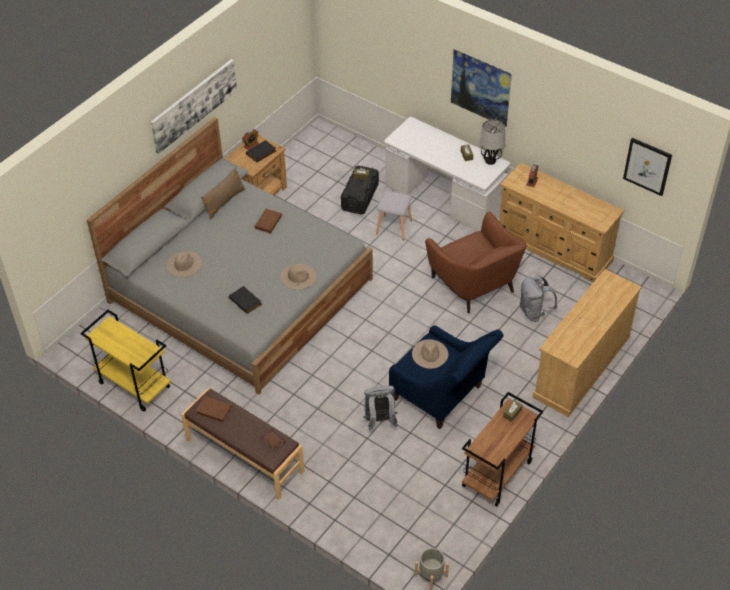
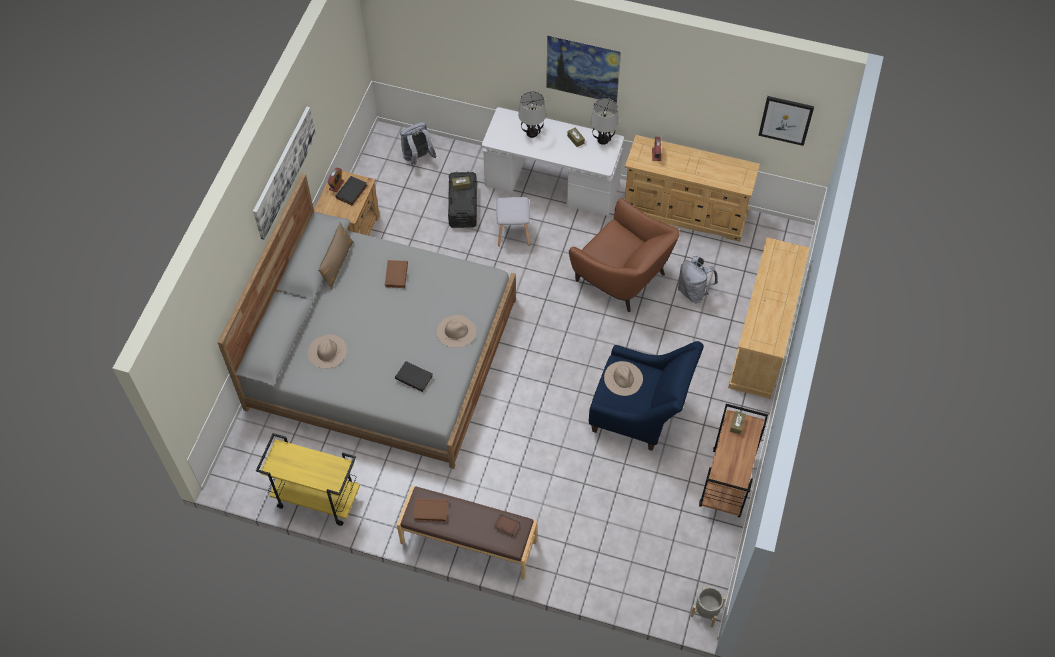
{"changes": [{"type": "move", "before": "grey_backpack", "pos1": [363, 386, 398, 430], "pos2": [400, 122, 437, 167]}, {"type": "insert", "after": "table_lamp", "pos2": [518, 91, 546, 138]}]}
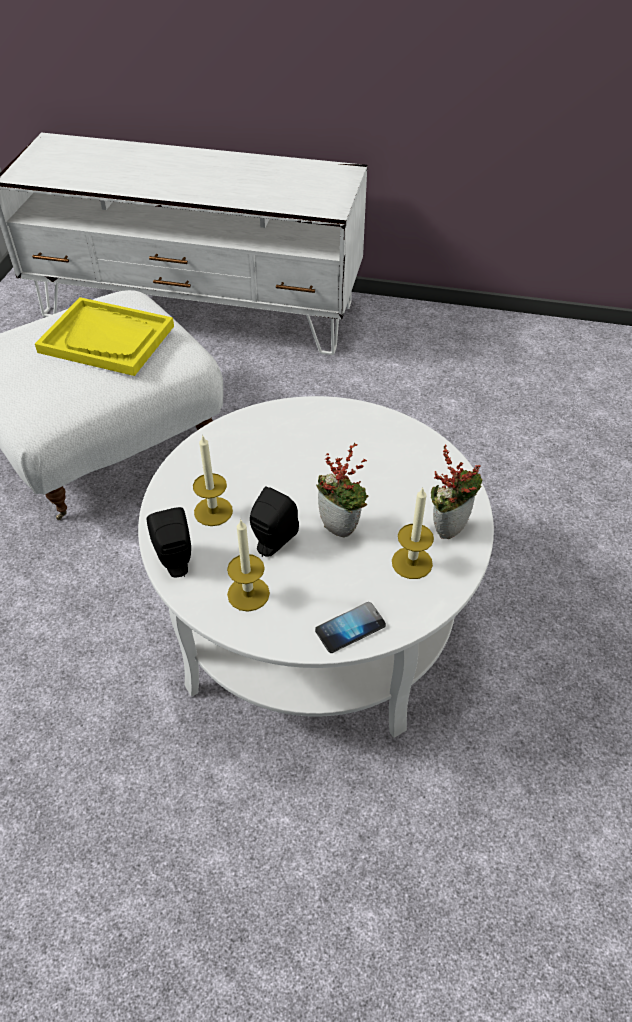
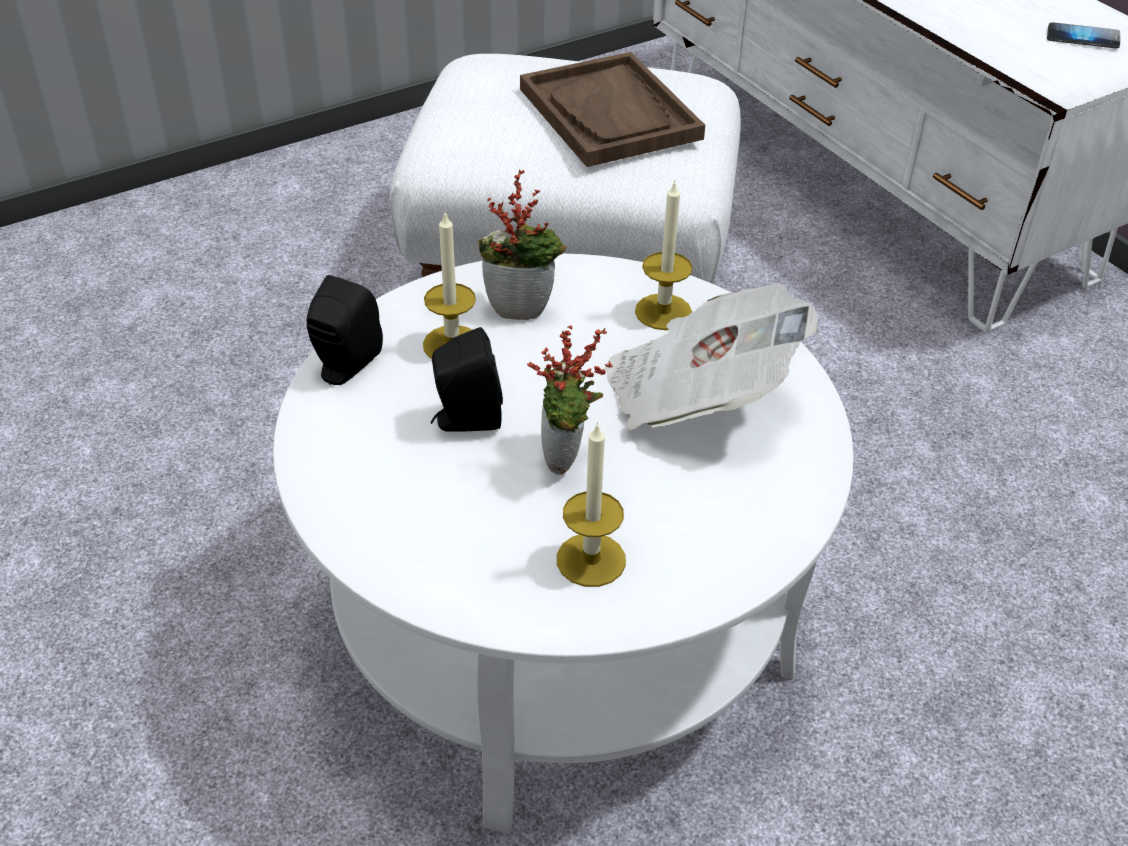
{"changes": [{"type": "recolor", "before": "yellow_tray", "after": "brown_tray", "pos1": [35, 297, 174, 376], "pos2": [520, 52, 705, 167]}, {"type": "move", "before": "candle", "pos1": [227, 520, 270, 612], "pos2": [635, 180, 692, 330]}, {"type": "move", "before": "phone", "pos1": [315, 602, 386, 653], "pos2": [1047, 22, 1120, 48]}, {"type": "move", "before": "potted_plant", "pos1": [431, 445, 482, 539], "pos2": [478, 170, 567, 320]}, {"type": "insert", "after": "newspaper", "pos2": [605, 283, 818, 430]}]}
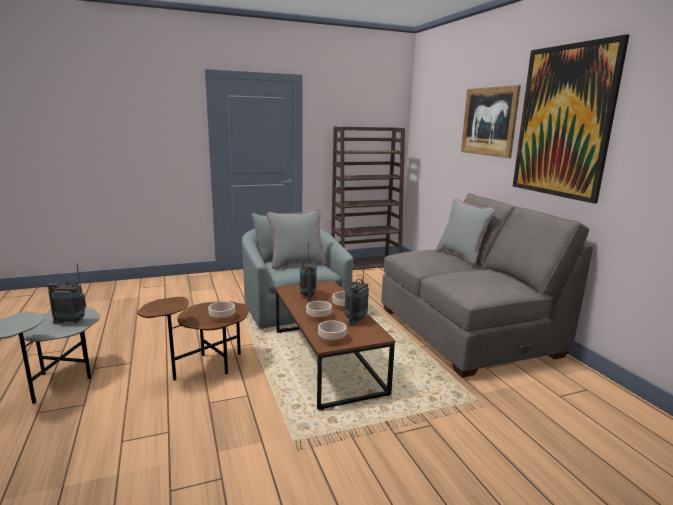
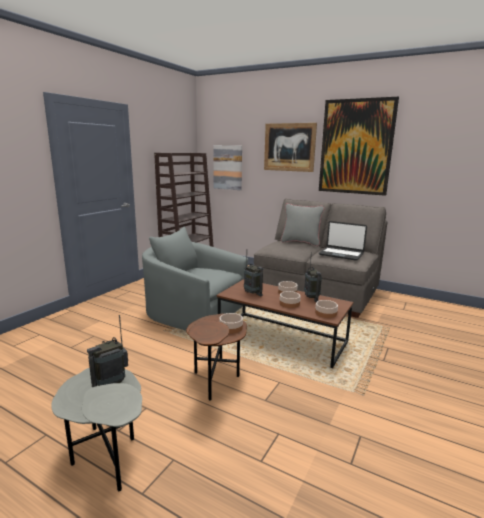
{"changes": [{"type": "delete", "before": "grey_pillow", "pos1": [267, 209, 326, 270]}, {"type": "insert", "after": "picture", "pos2": [213, 145, 242, 190]}, {"type": "insert", "after": "laptop", "pos2": [319, 221, 367, 261]}]}
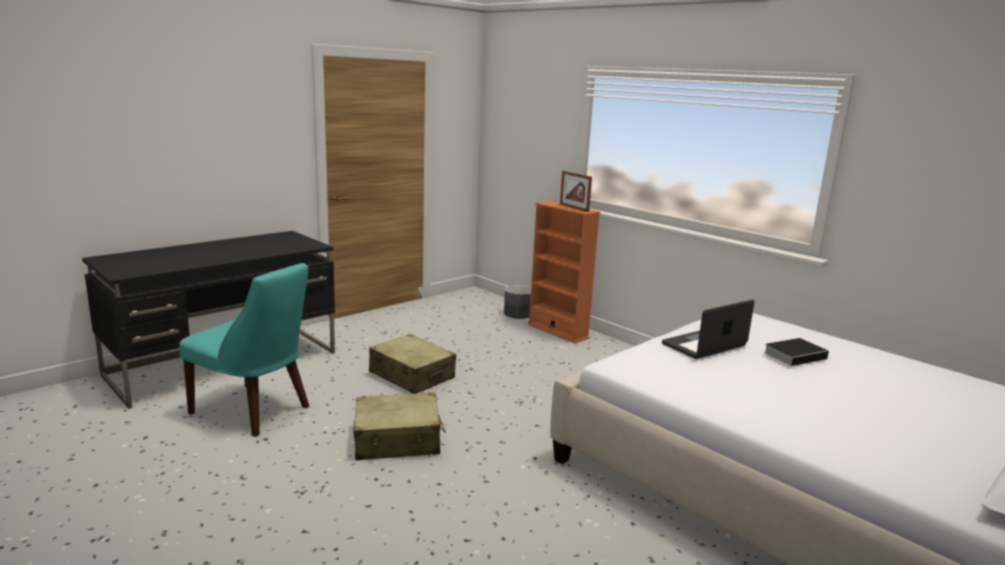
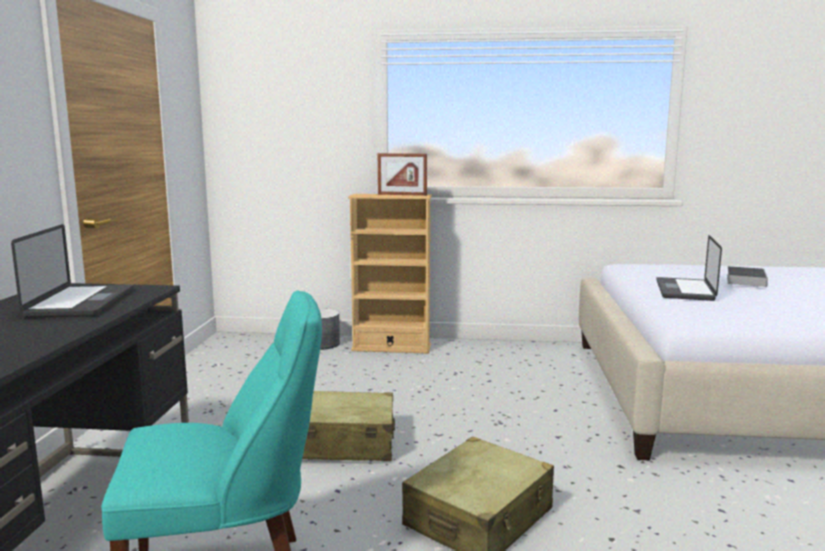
{"changes": [{"type": "recolor", "before": "orange_bookcase", "after": "beige_bookcase", "pos1": [527, 200, 601, 343], "pos2": [348, 194, 432, 354]}, {"type": "insert", "after": "laptop", "pos2": [11, 224, 134, 318]}]}
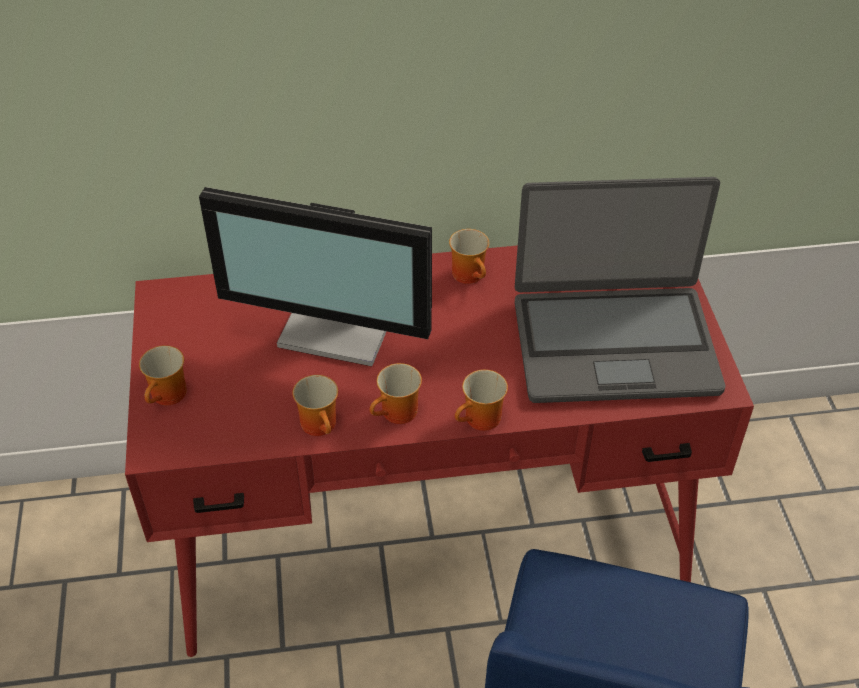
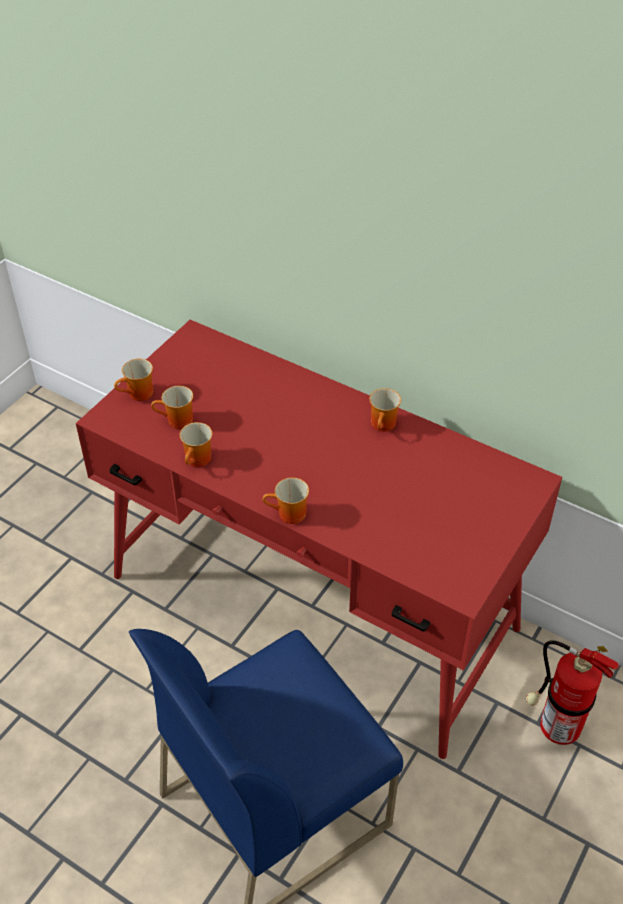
{"changes": [{"type": "delete", "before": "monitor", "pos1": [199, 187, 432, 366]}, {"type": "move", "before": "mug", "pos1": [369, 363, 422, 424], "pos2": [151, 386, 193, 429]}, {"type": "delete", "before": "laptop", "pos1": [515, 177, 725, 403]}, {"type": "insert", "after": "fire_extinguisher", "pos2": [526, 640, 619, 745]}]}
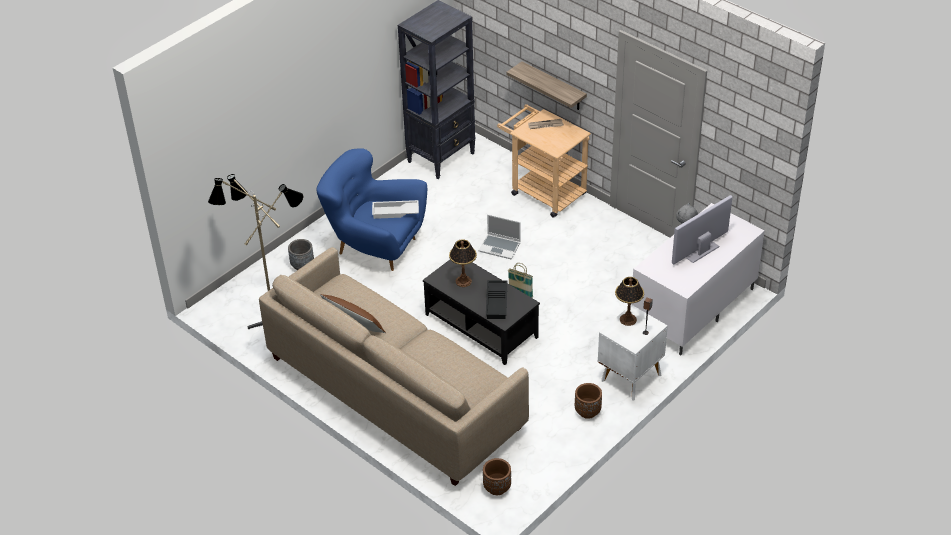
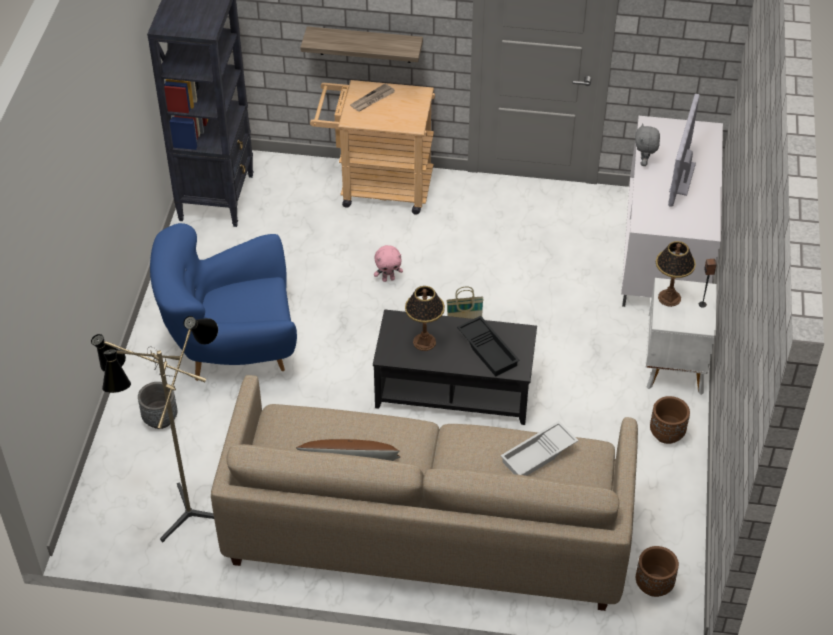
{"changes": [{"type": "move", "before": "white_tray", "pos1": [372, 200, 419, 219], "pos2": [500, 421, 579, 476]}, {"type": "replace", "before": "laptop", "after": "pink_plush_toy", "pos1": [479, 214, 521, 259], "pos2": [374, 245, 403, 282]}]}
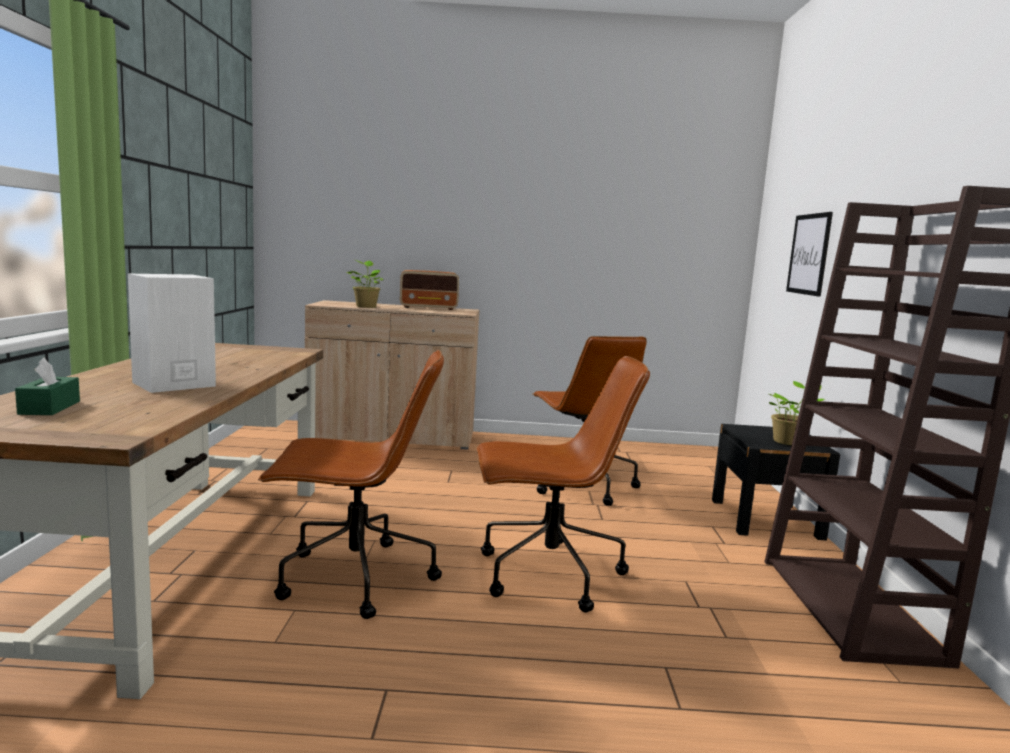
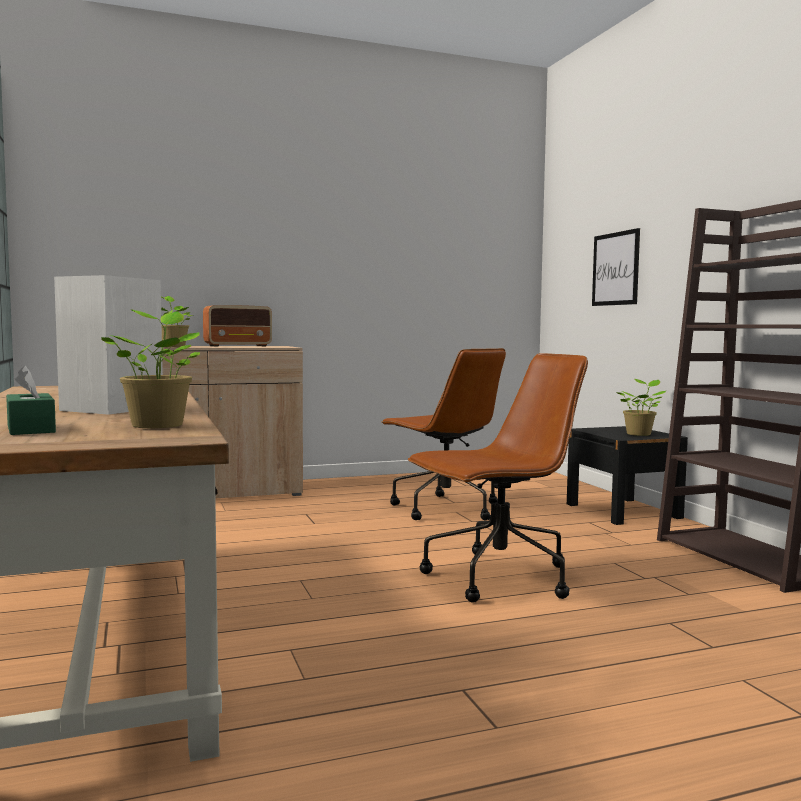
{"changes": [{"type": "delete", "before": "brown_office_chair", "pos1": [258, 350, 444, 619]}, {"type": "insert", "after": "potted_plant", "pos2": [101, 310, 200, 428]}]}
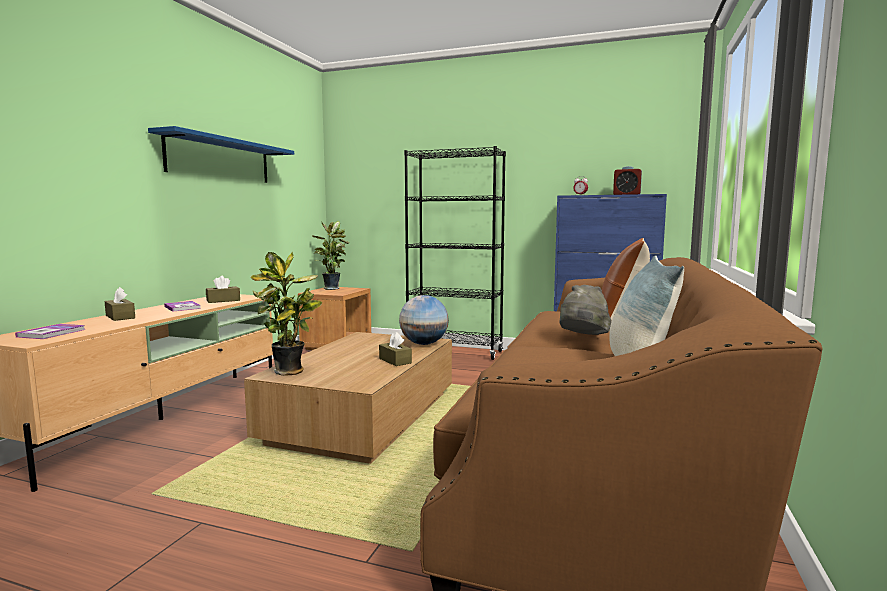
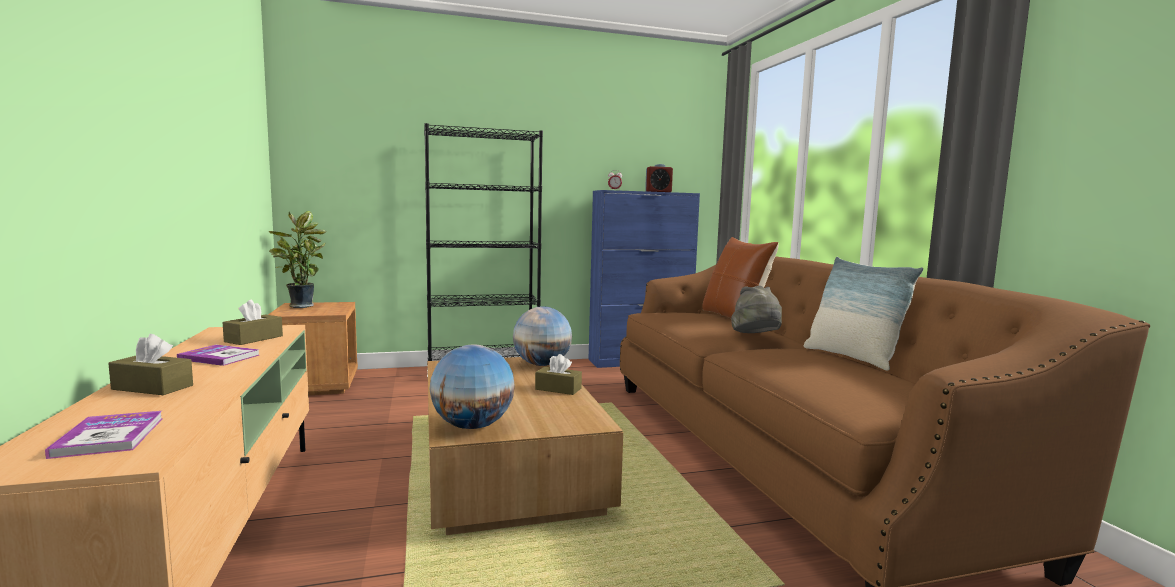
{"changes": [{"type": "delete", "before": "blue_shelf", "pos1": [148, 126, 294, 183]}, {"type": "replace", "before": "potted_plant", "after": "globe", "pos1": [250, 251, 322, 376], "pos2": [429, 345, 515, 429]}]}
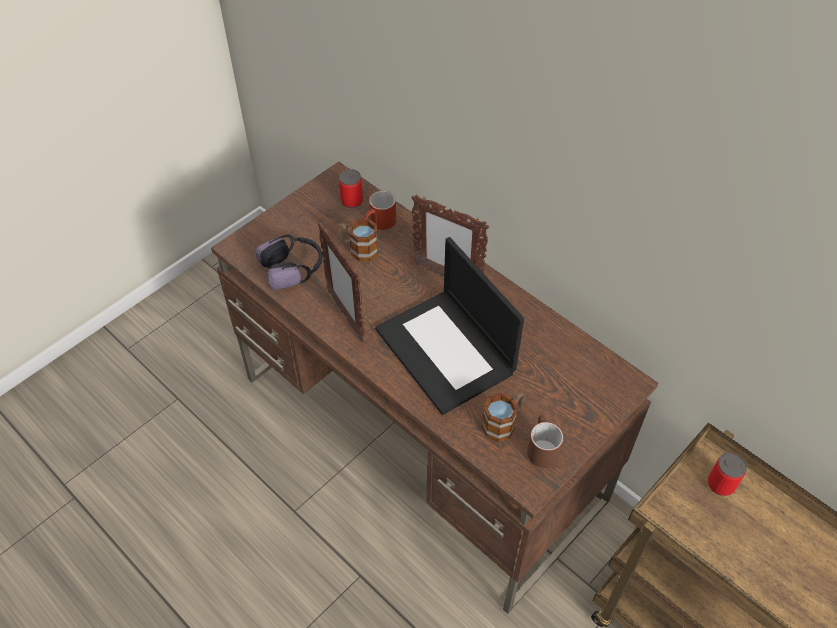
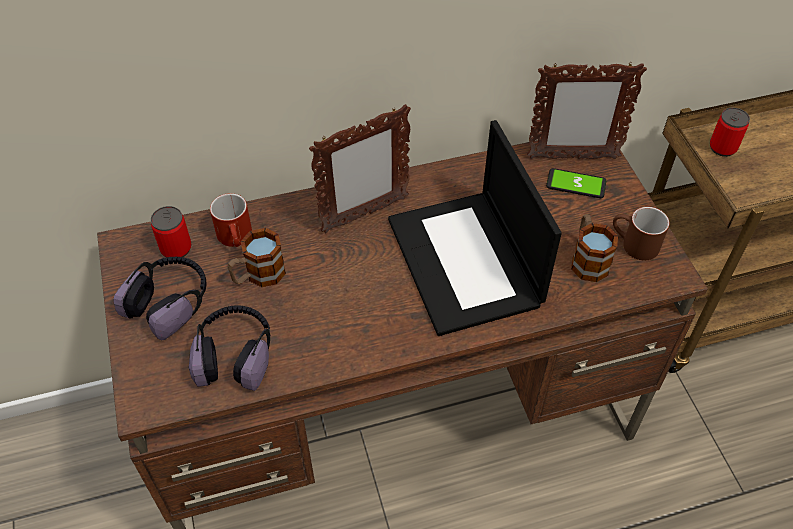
{"changes": [{"type": "move", "before": "picture_frame", "pos1": [318, 223, 366, 343], "pos2": [527, 62, 647, 159]}, {"type": "rotate", "before": "laptop", "pos1": [375, 237, 524, 415], "pos2": [388, 120, 562, 336], "turn": 75}, {"type": "insert", "after": "headphones", "pos2": [114, 257, 206, 340]}, {"type": "insert", "after": "phone", "pos2": [546, 168, 606, 198]}]}
